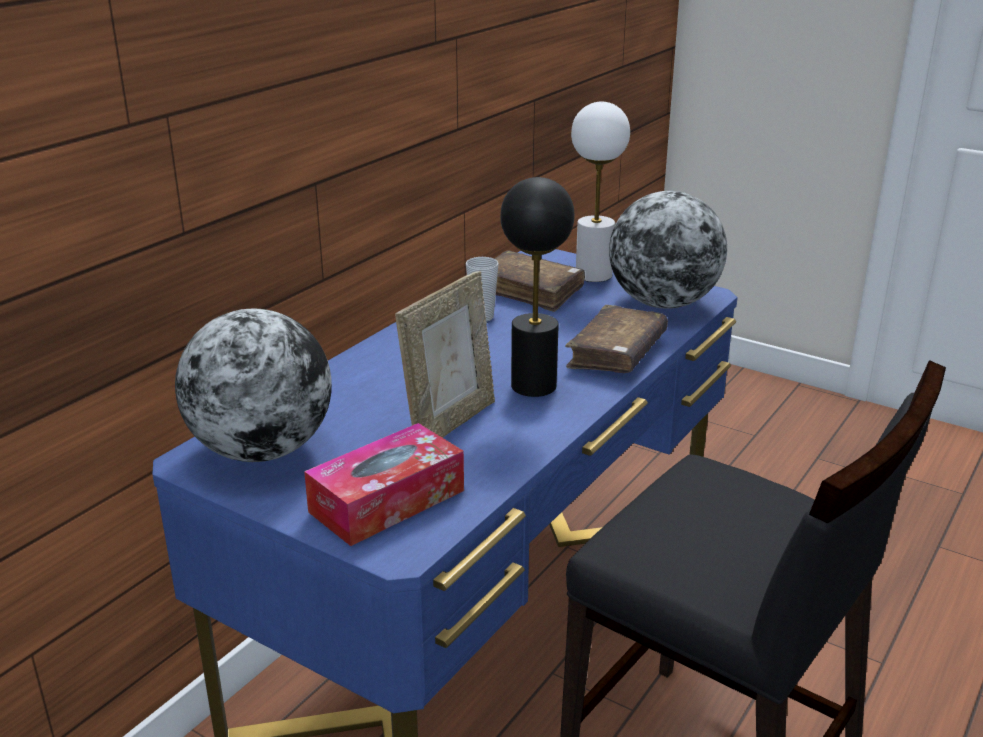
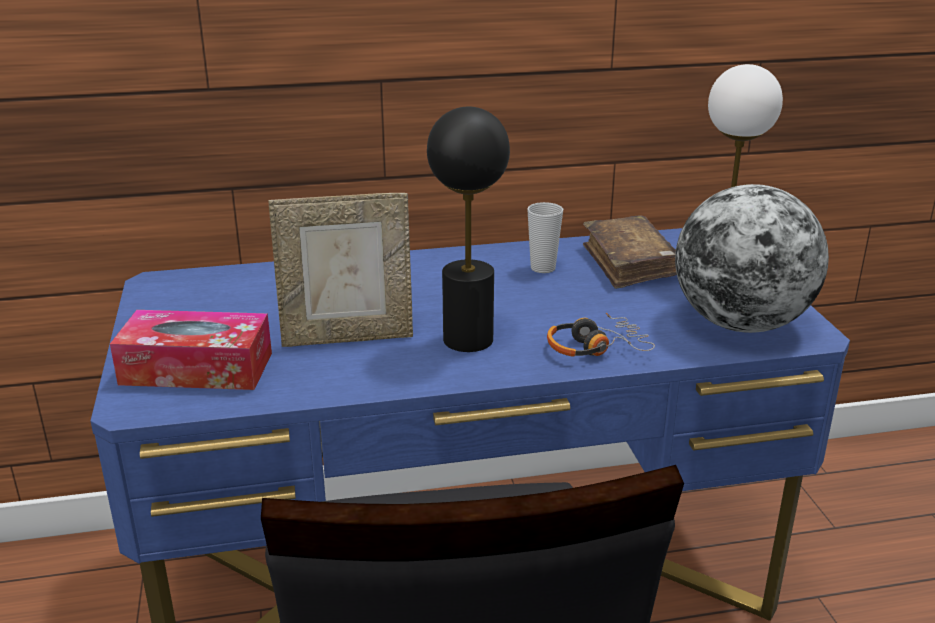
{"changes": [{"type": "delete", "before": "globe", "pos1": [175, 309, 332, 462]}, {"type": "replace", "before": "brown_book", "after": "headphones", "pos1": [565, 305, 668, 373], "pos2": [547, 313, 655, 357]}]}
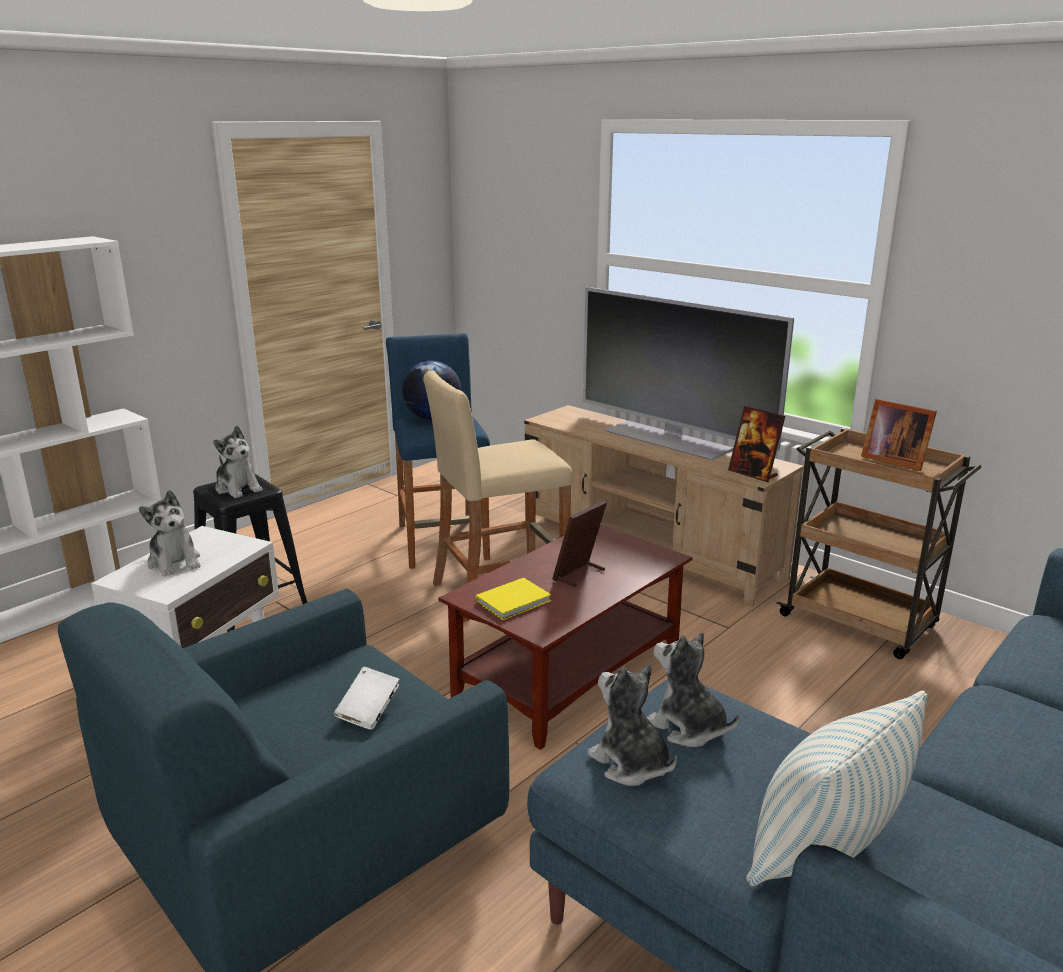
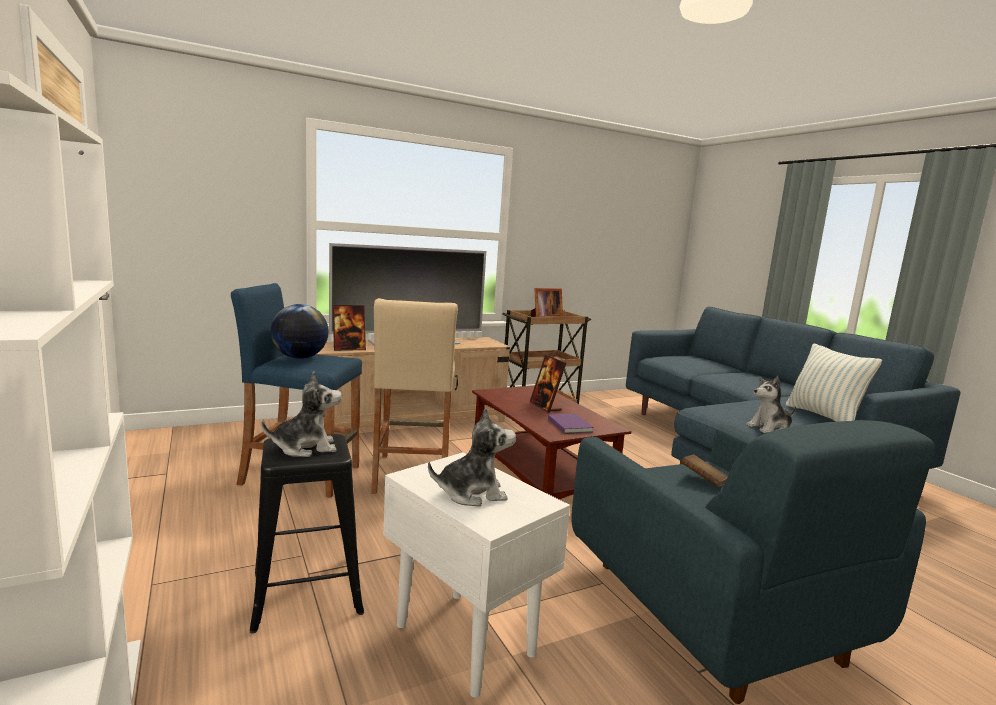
{"changes": [{"type": "recolor", "before": "white_book", "after": "brown_book", "pos1": [334, 667, 399, 730], "pos2": [681, 454, 728, 487]}, {"type": "recolor", "before": "yellow_book", "after": "purple_book", "pos1": [476, 578, 551, 620], "pos2": [548, 414, 594, 434]}, {"type": "delete", "before": "plush_toy", "pos1": [647, 632, 740, 747]}, {"type": "move", "before": "picture_frame", "pos1": [728, 406, 785, 482], "pos2": [333, 305, 366, 351]}]}
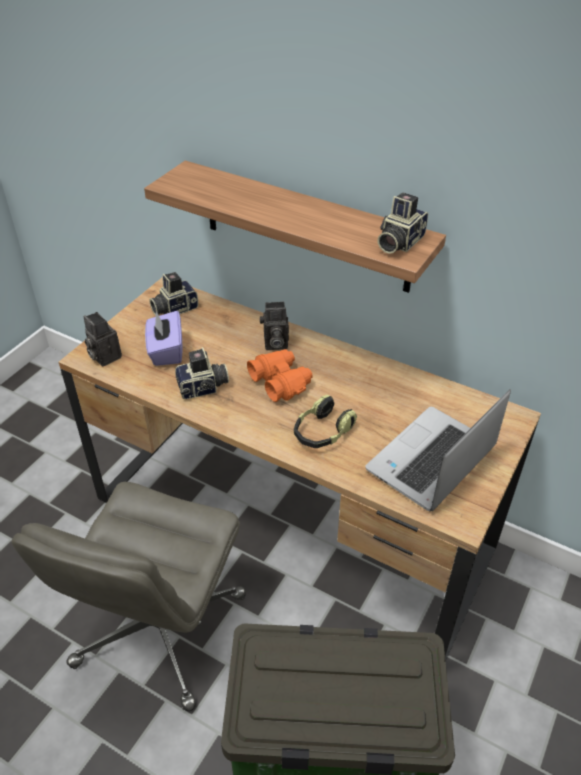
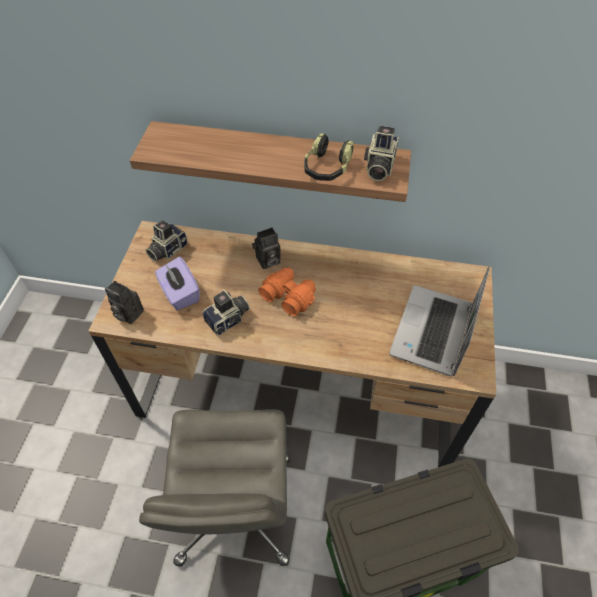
{"changes": [{"type": "move", "before": "headphones", "pos1": [294, 395, 357, 448], "pos2": [304, 134, 354, 181]}]}
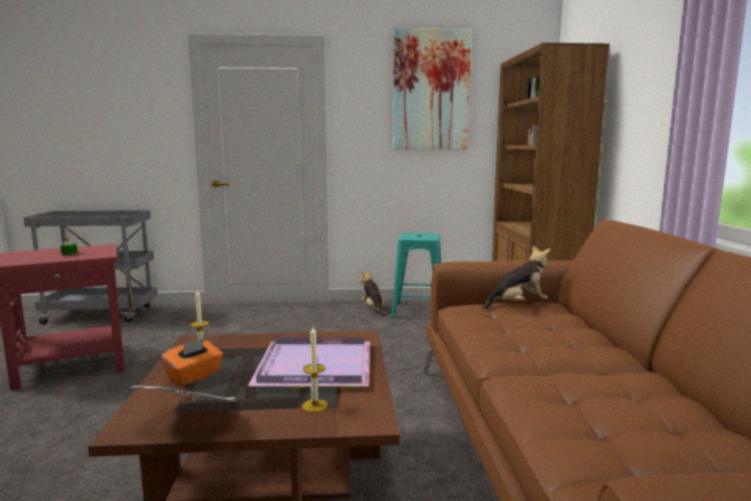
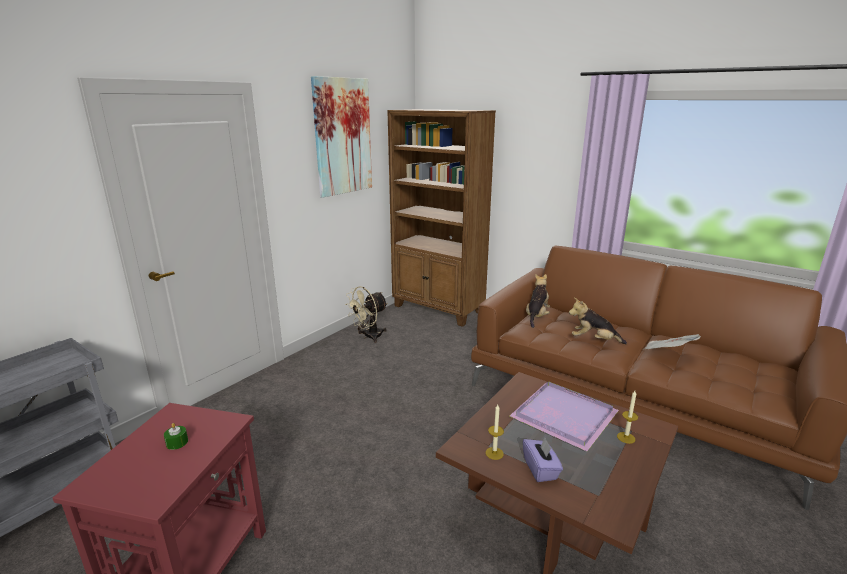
{"changes": [{"type": "move", "before": "newspaper", "pos1": [130, 386, 236, 404], "pos2": [645, 334, 701, 349]}, {"type": "recolor", "before": "orange_tissue_box", "after": "purple_tissue_box", "pos1": [161, 338, 223, 386], "pos2": [523, 438, 563, 482]}, {"type": "move", "before": "plush_toy", "pos1": [360, 270, 386, 317], "pos2": [569, 298, 627, 344]}, {"type": "replace", "before": "turquoise_stool", "after": "beige_fan", "pos1": [391, 233, 441, 318], "pos2": [345, 286, 388, 343]}]}
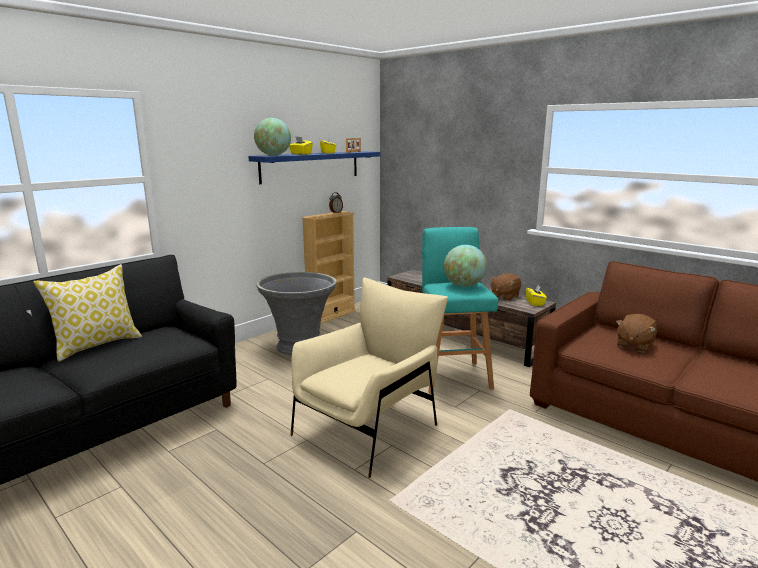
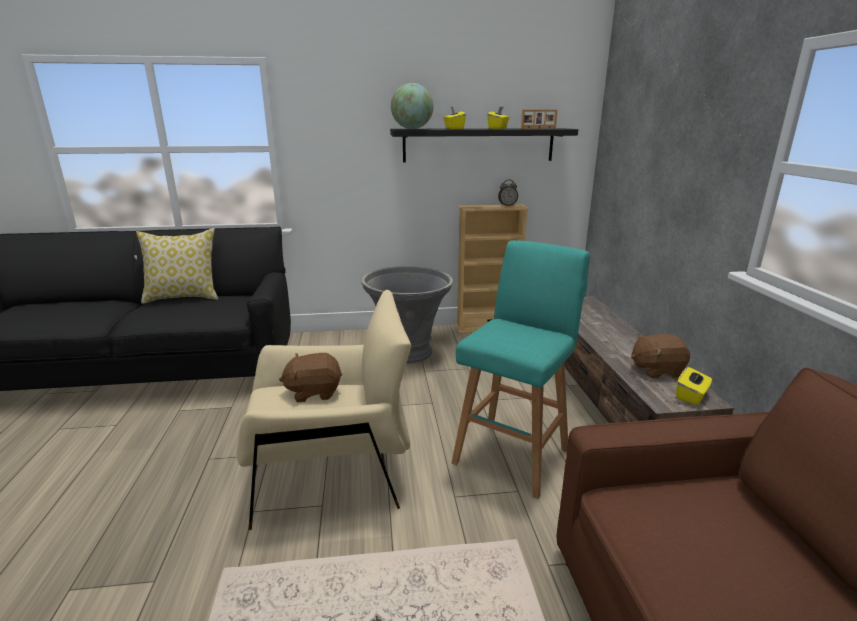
{"changes": [{"type": "recolor", "before": "blue_shelf", "after": "black_shelf", "pos1": [248, 151, 380, 184], "pos2": [390, 128, 578, 163]}, {"type": "delete", "before": "globe", "pos1": [444, 245, 487, 287]}, {"type": "move", "before": "brown_plush_toy", "pos1": [616, 314, 657, 353], "pos2": [279, 353, 342, 402]}]}
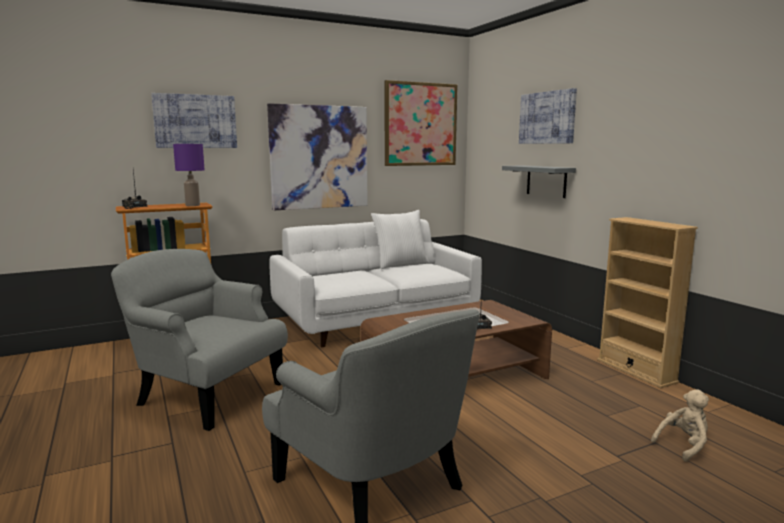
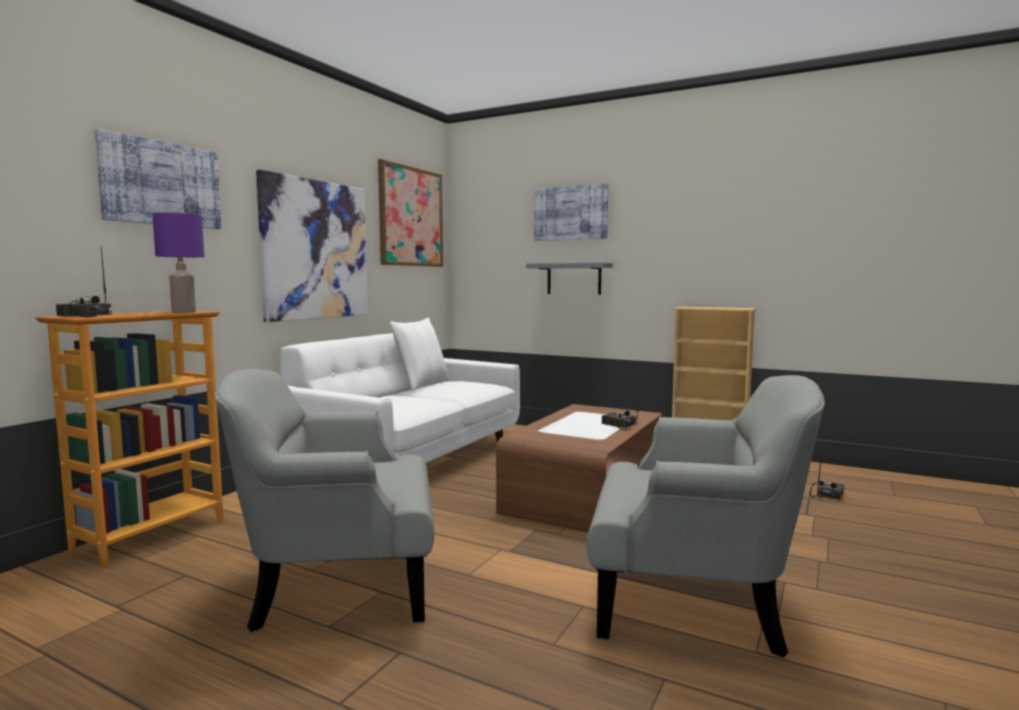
{"changes": [{"type": "replace", "before": "beige_plush_toy", "after": "radio", "pos1": [651, 389, 709, 462], "pos2": [809, 450, 844, 500]}]}
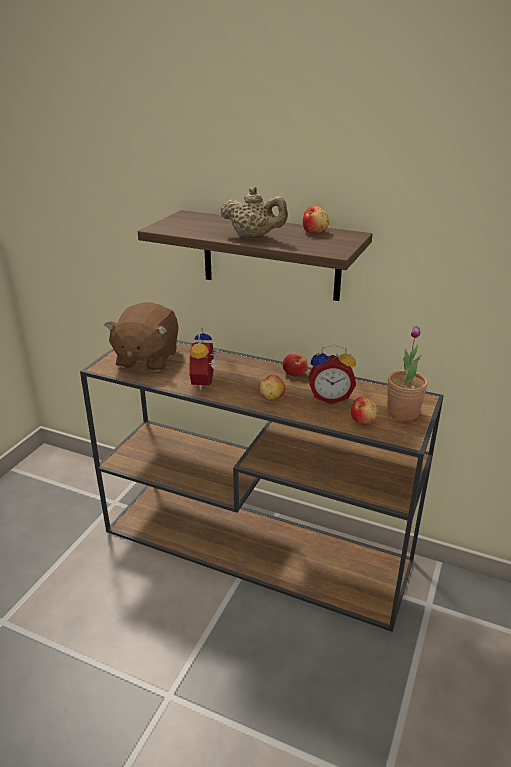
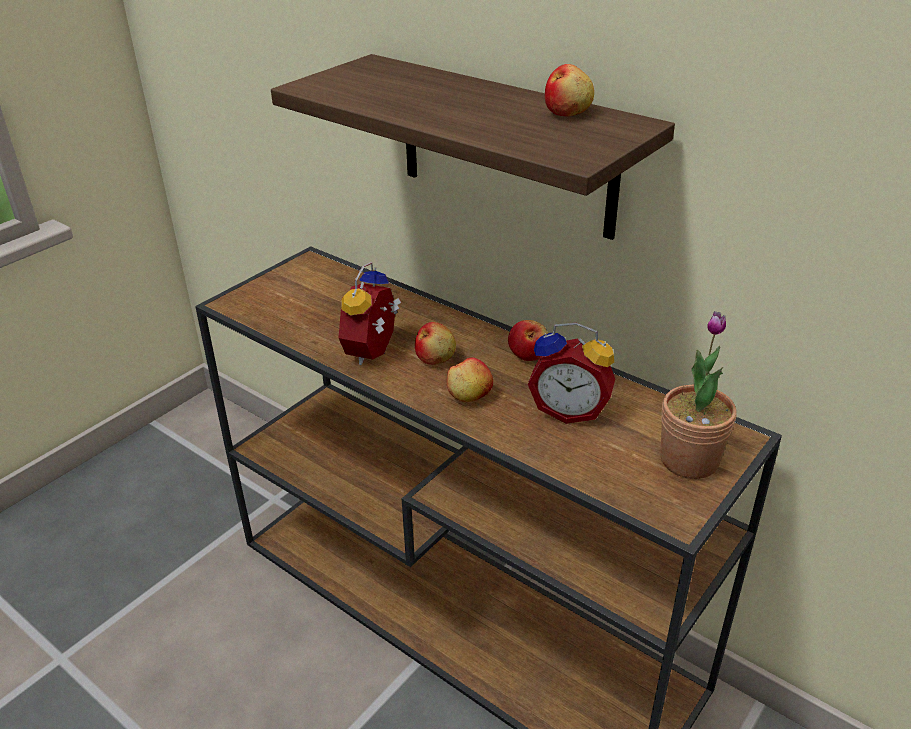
{"changes": [{"type": "delete", "before": "brown_plush_toy", "pos1": [104, 302, 179, 372]}, {"type": "delete", "before": "beige_teapot", "pos1": [220, 187, 288, 239]}, {"type": "move", "before": "apple", "pos1": [351, 397, 378, 424], "pos2": [415, 322, 456, 365]}]}
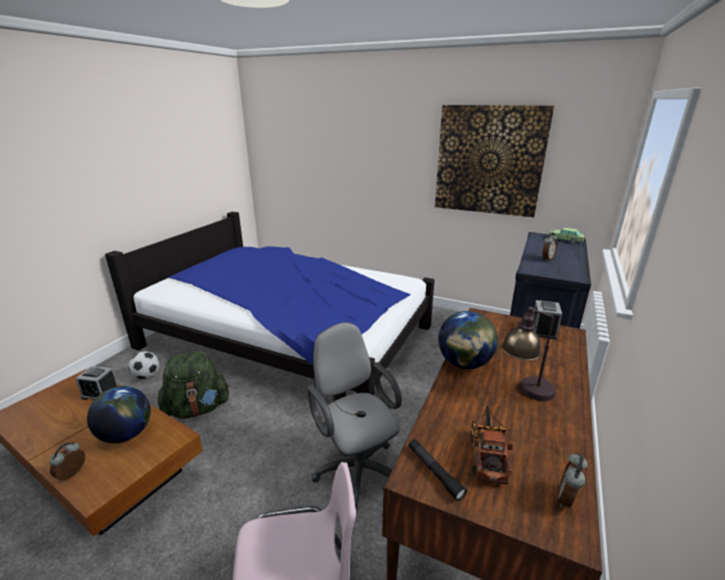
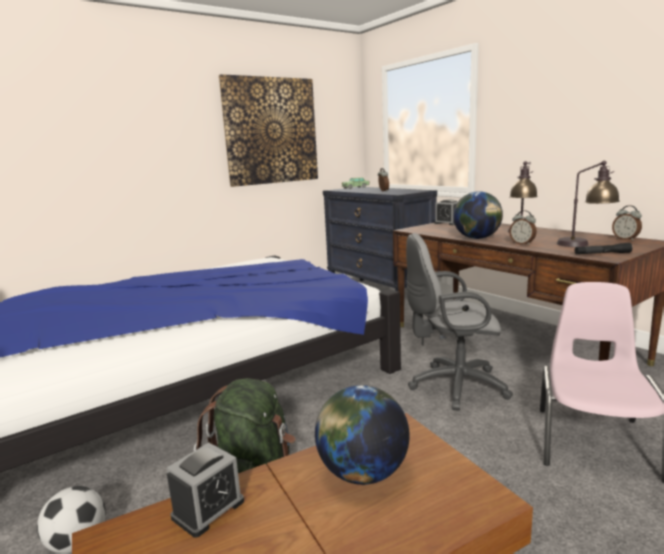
{"changes": [{"type": "move", "before": "alarm_clock", "pos1": [49, 442, 85, 482], "pos2": [509, 210, 537, 245]}, {"type": "replace", "before": "toy_truck", "after": "table_lamp", "pos1": [471, 402, 513, 484], "pos2": [557, 161, 620, 247]}]}
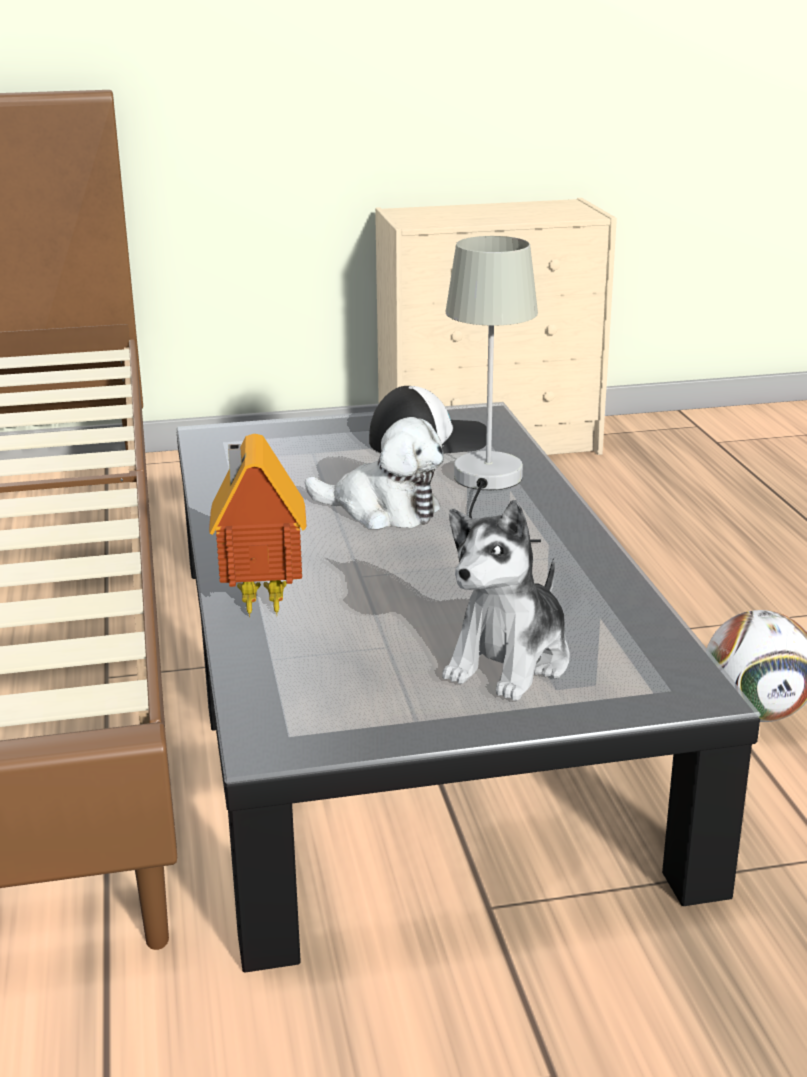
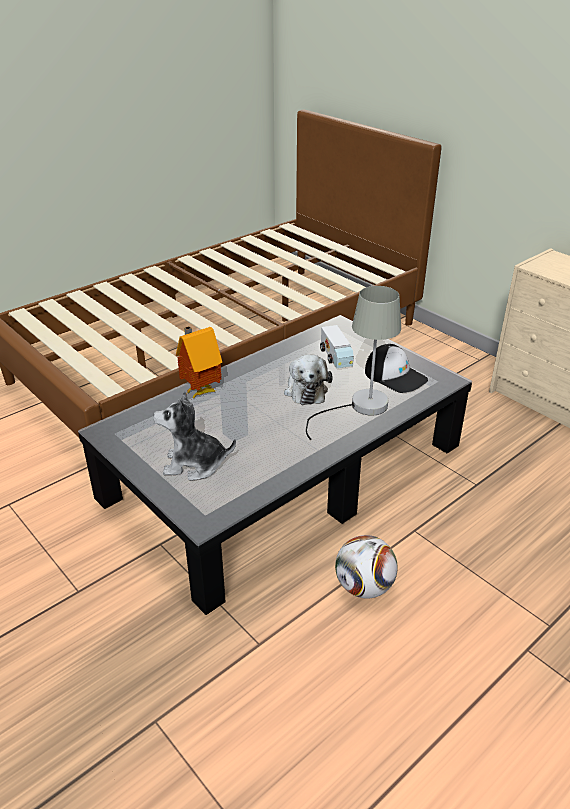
{"changes": [{"type": "insert", "after": "toy_truck", "pos2": [320, 325, 354, 368]}]}
